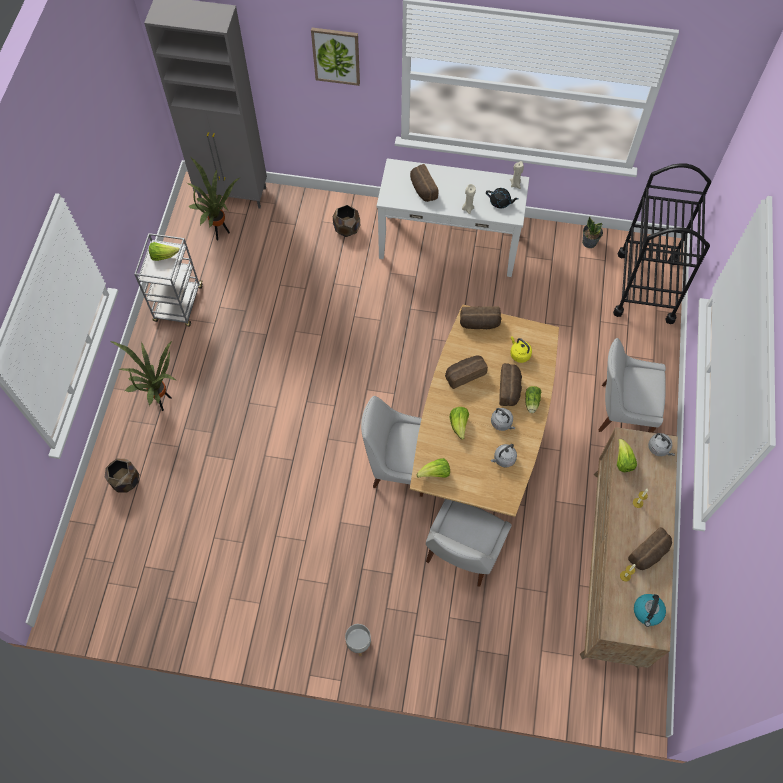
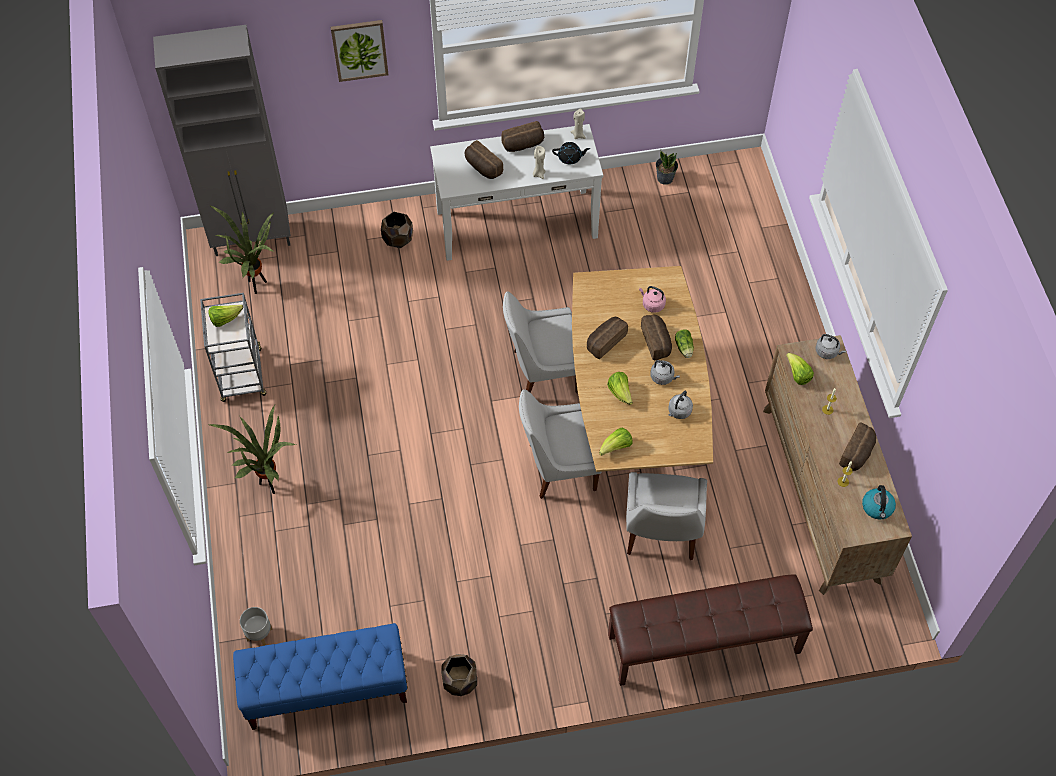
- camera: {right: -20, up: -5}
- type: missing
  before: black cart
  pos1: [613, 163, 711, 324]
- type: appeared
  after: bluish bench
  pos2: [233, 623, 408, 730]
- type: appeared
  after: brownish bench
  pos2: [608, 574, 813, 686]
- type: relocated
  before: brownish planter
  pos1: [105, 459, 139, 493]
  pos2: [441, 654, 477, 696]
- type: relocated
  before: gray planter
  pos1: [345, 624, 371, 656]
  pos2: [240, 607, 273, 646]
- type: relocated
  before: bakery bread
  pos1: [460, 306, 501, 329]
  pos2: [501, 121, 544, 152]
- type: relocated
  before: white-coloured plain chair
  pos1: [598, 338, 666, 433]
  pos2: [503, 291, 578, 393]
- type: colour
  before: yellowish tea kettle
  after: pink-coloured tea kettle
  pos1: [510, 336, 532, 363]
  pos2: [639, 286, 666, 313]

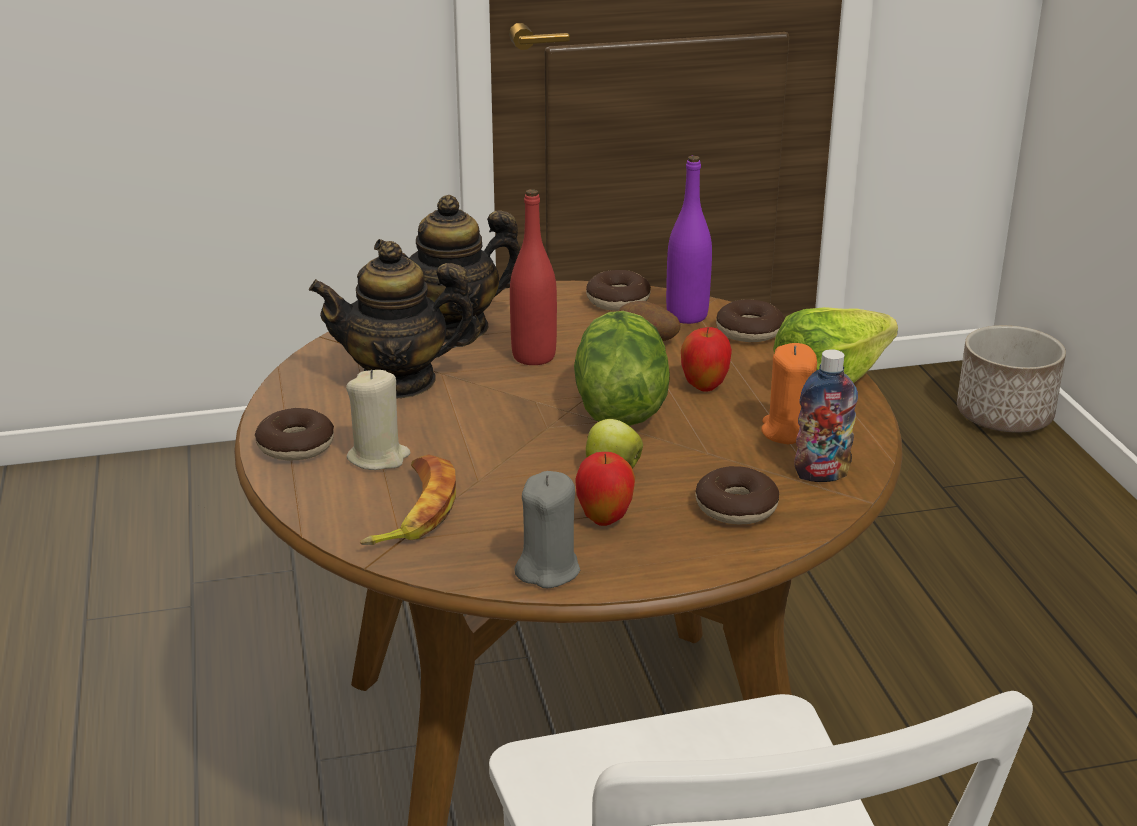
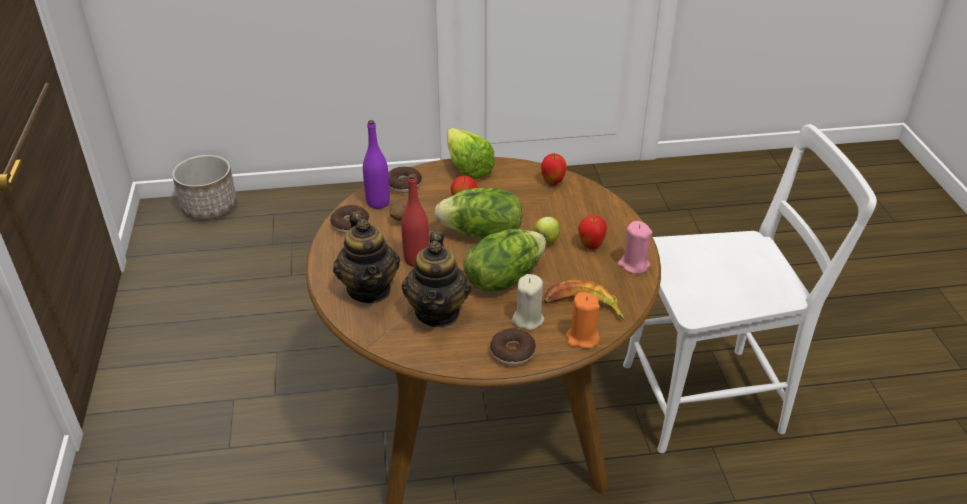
- camera: {right: -85, up: 10}
- type: missing
  before: donut
  pos1: [695, 466, 779, 525]
- type: appeared
  after: lettuce head
  pos2: [463, 229, 546, 292]
- type: relocated
  before: orange-coloured candle
  pos1: [762, 343, 817, 444]
  pos2: [566, 292, 600, 349]
- type: exchanged
  before: drink bottle
  after: apple fruit
  pos1: [794, 349, 858, 482]
  pos2: [541, 154, 567, 185]
- type: colour
  before: gray candle
  after: pink-coloured candle
  pos1: [514, 471, 580, 589]
  pos2: [617, 221, 653, 274]

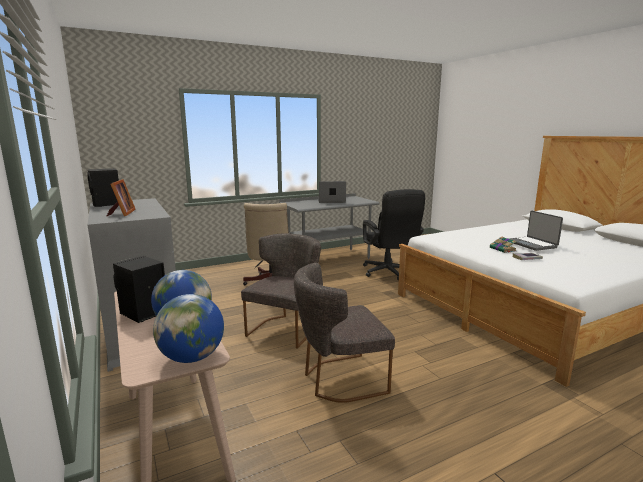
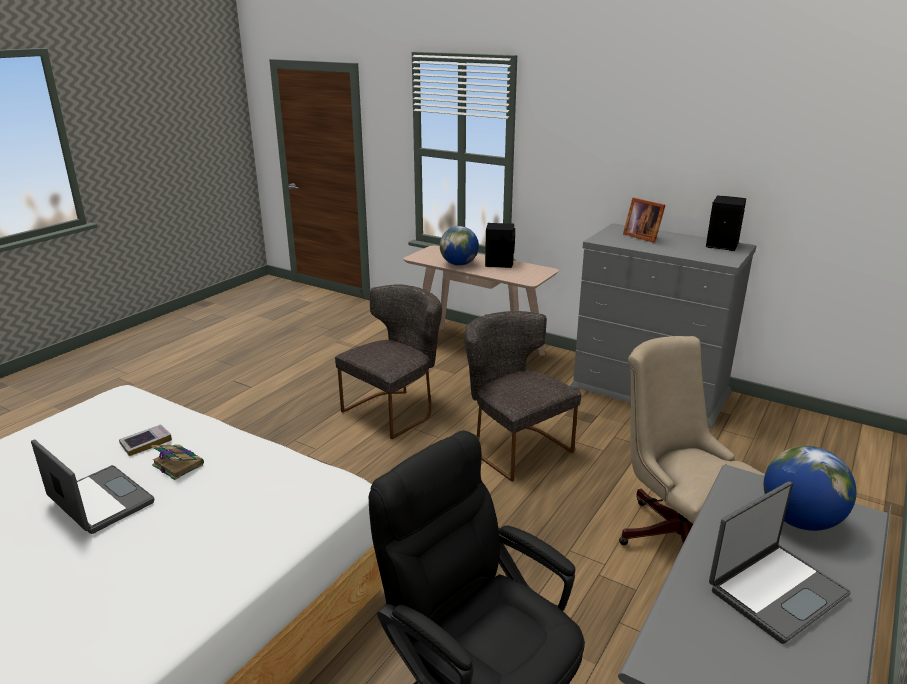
- camera: {right: 150, up: 10}
- type: relocated
  before: desk globe
  pos1: [153, 294, 224, 363]
  pos2: [764, 446, 856, 531]
- type: spun
  before: gray plain chair
  pos1: [241, 234, 321, 349]
  pos2: [464, 311, 582, 482]
  turn: 150

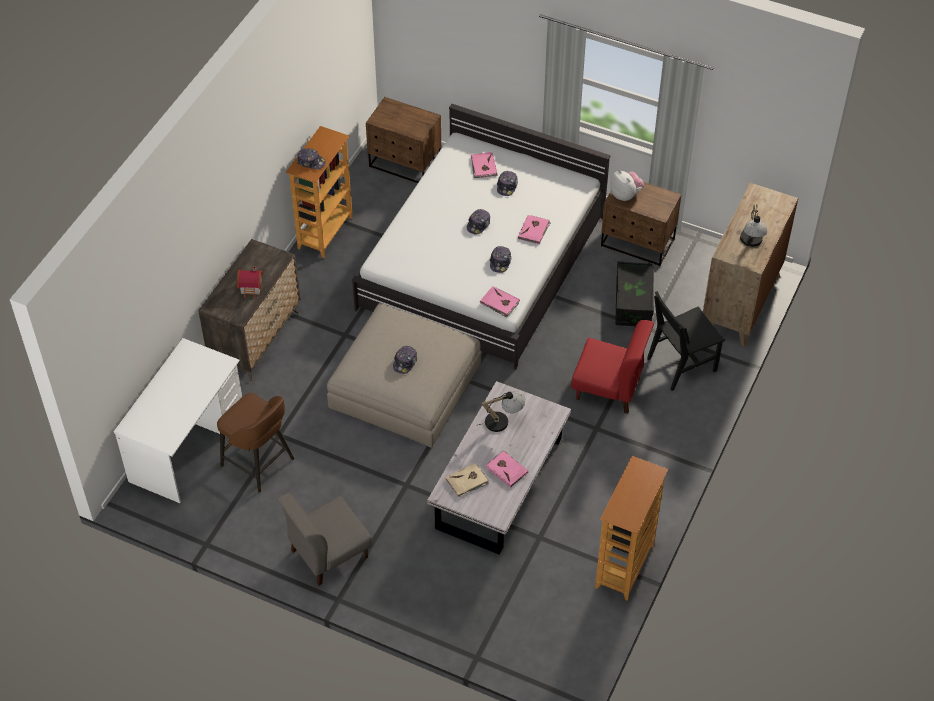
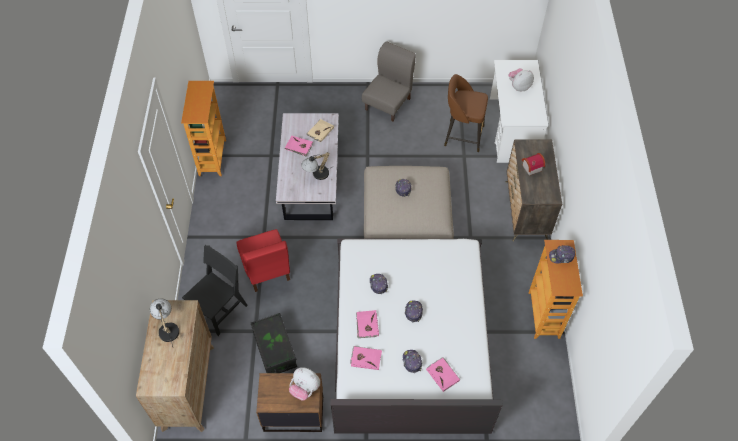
- camera: {right: 155, up: 5}
- type: missing
  before: brownish bedside table
  pos1: [366, 97, 441, 183]
- type: appeared
  after: cuddly toy
  pos2: [508, 68, 534, 91]
- type: relocated
  before: pink-coloured book
  pos1: [480, 286, 520, 317]
  pos2: [350, 346, 382, 370]
- type: spun
  before: red plain chair
  pos1: [571, 320, 654, 414]
  pos2: [236, 229, 290, 292]
  turn: -105

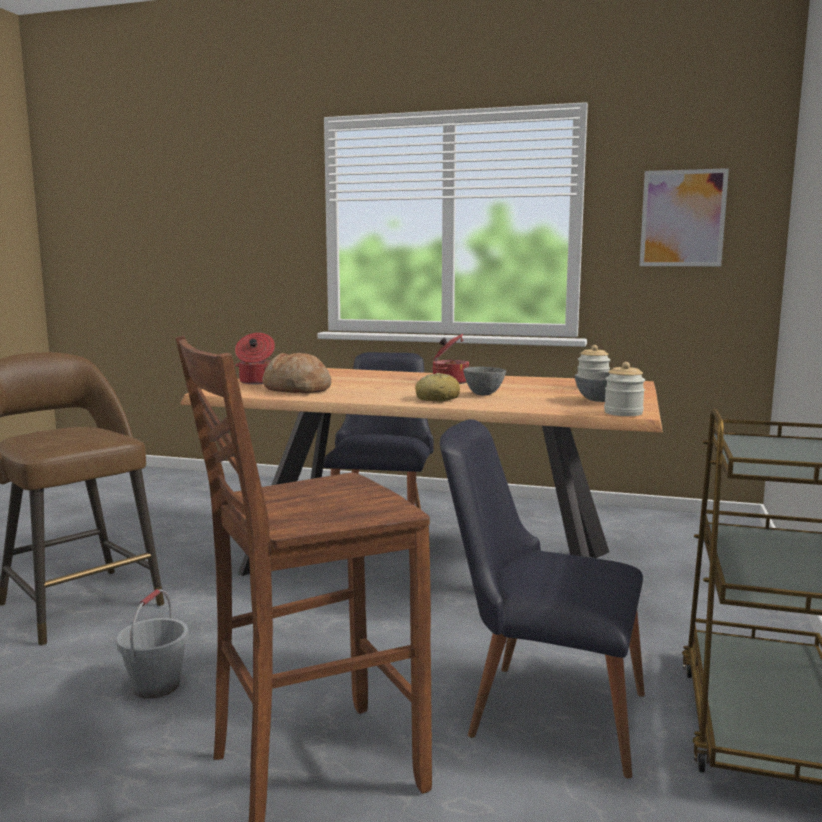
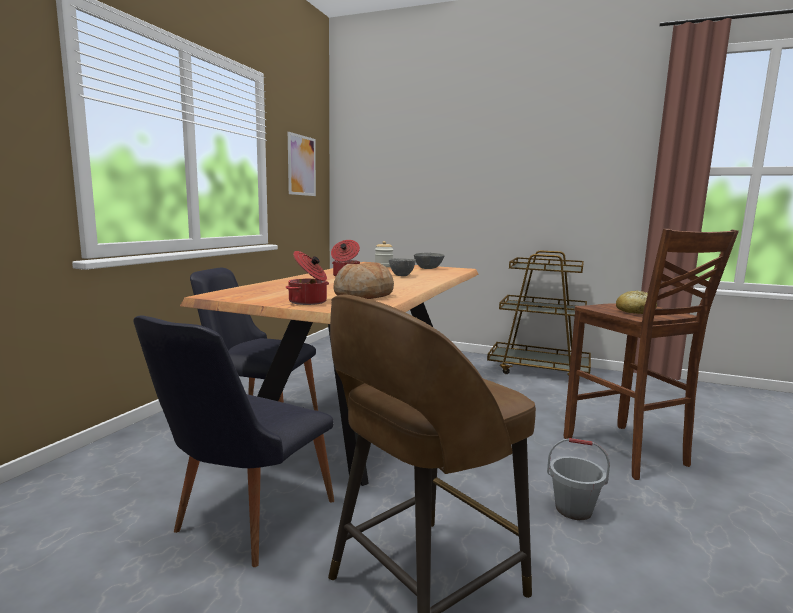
- camera: {right: -85, up: 0}
- type: missing
  before: storage jar
  pos1: [604, 362, 645, 416]
- type: relocated
  before: bakery bread
  pos1: [415, 373, 460, 402]
  pos2: [616, 290, 657, 314]
- type: relocated
  before: black plain chair
  pos1: [440, 419, 645, 779]
  pos2: [133, 315, 334, 567]

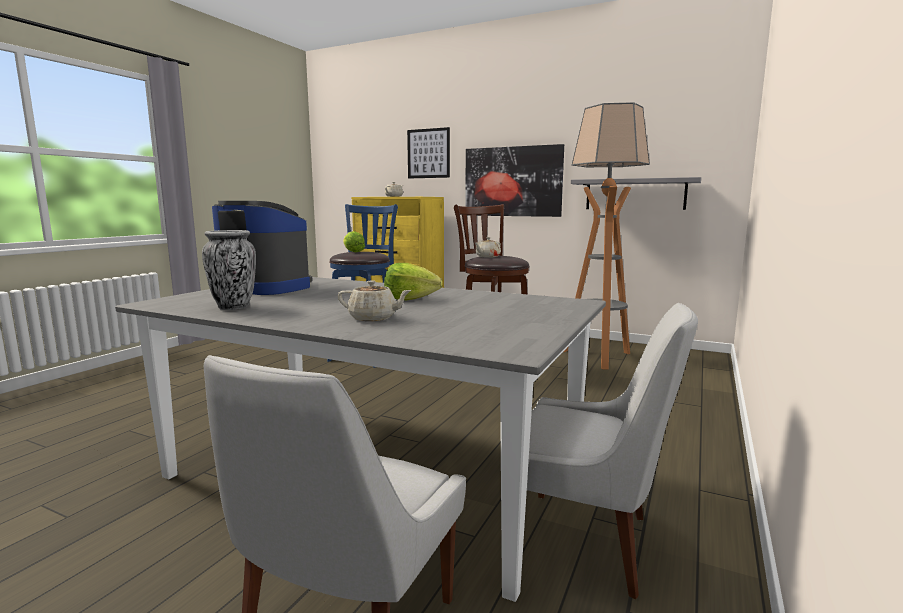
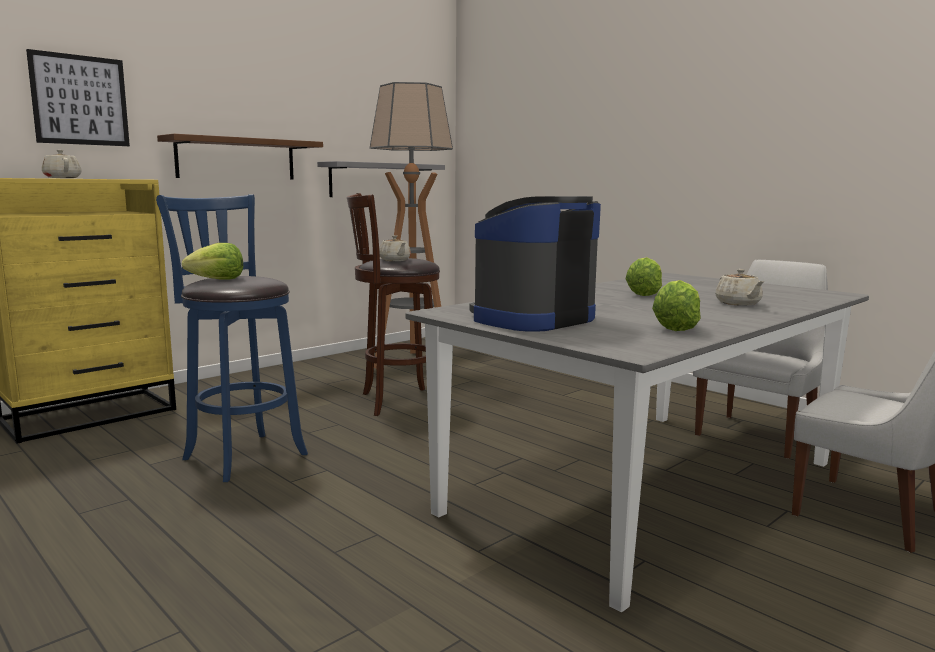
- camera: {right: -70, up: 0}
- type: exchanged
  before: flower vase
  after: lettuce head
  pos1: [202, 230, 256, 310]
  pos2: [652, 280, 701, 331]
- type: exchanged
  before: wall art
  after: brownish shelf
  pos1: [465, 144, 564, 217]
  pos2: [157, 134, 323, 179]
- type: spun
  before: sand-coloured tea pot
  pos1: [338, 281, 412, 321]
  pos2: [715, 269, 764, 306]
  turn: 135

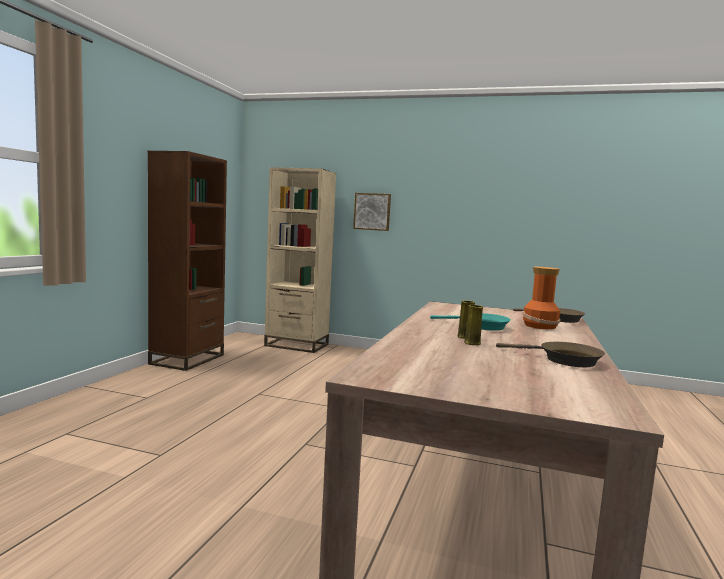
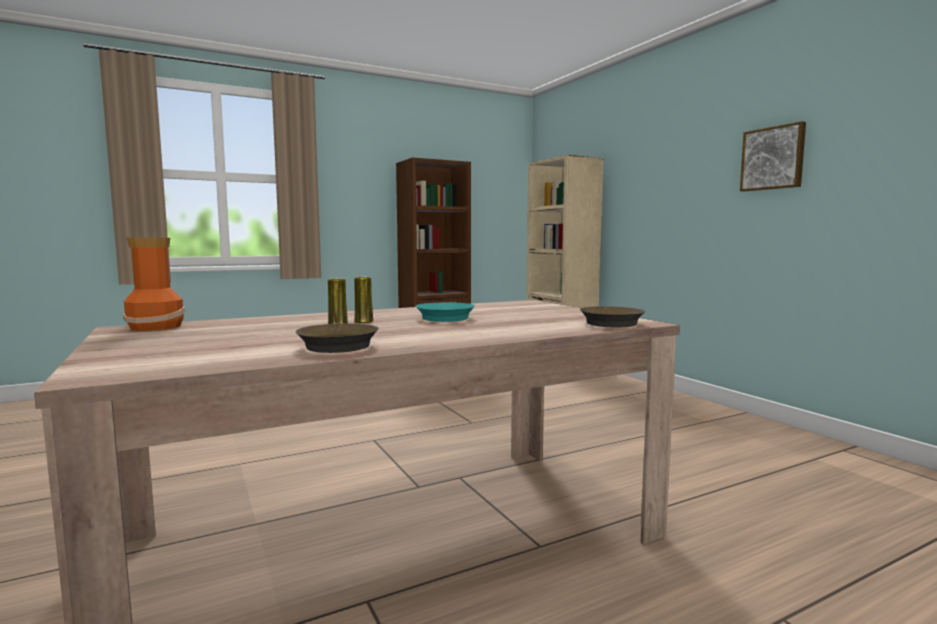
- camera: {right: 45, up: 0}
- type: relocated
  before: wall art
  pos1: [353, 193, 391, 231]
  pos2: [740, 121, 806, 192]
- type: relocated
  before: flower vase
  pos1: [522, 267, 560, 329]
  pos2: [123, 238, 186, 331]

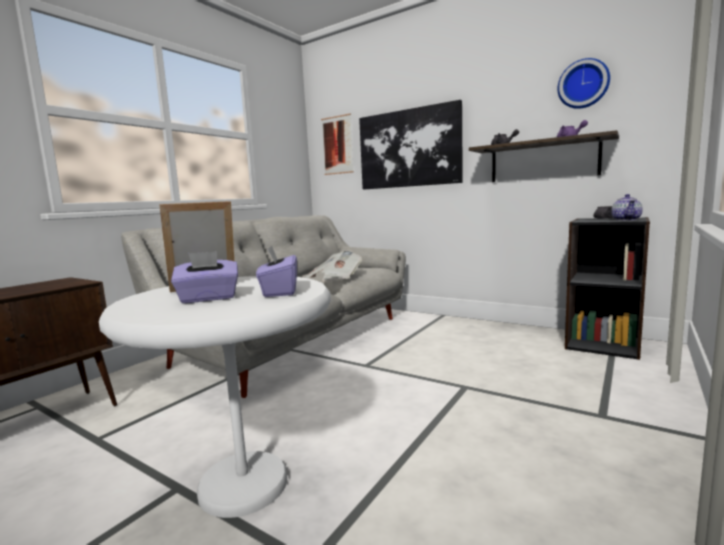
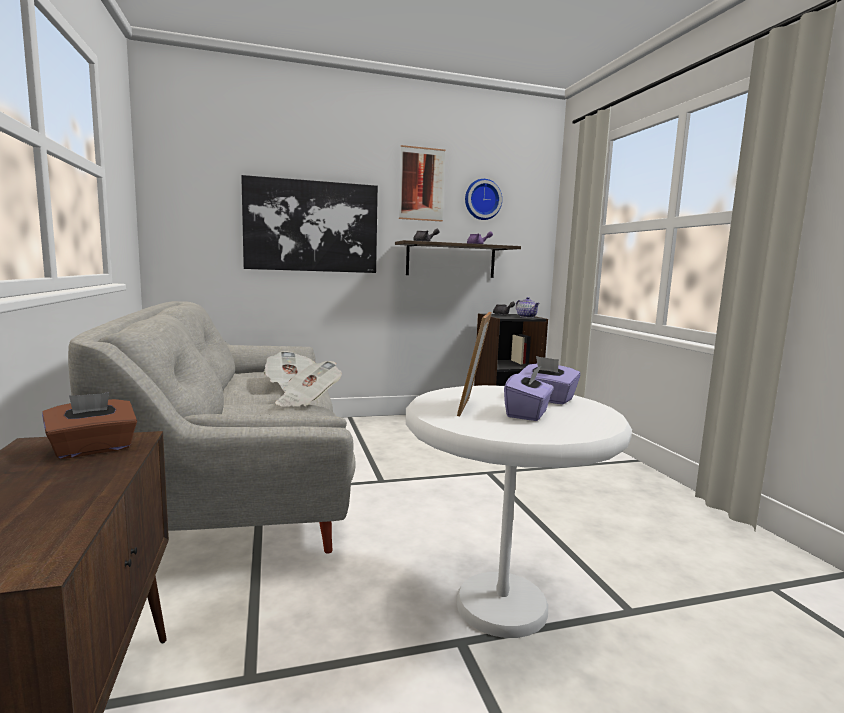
- camera: {right: -50, up: 0}
- type: appeared
  after: brownish tissue holder
  pos2: [42, 392, 137, 459]
- type: relocated
  before: wall art
  pos1: [321, 114, 354, 175]
  pos2: [399, 145, 445, 222]

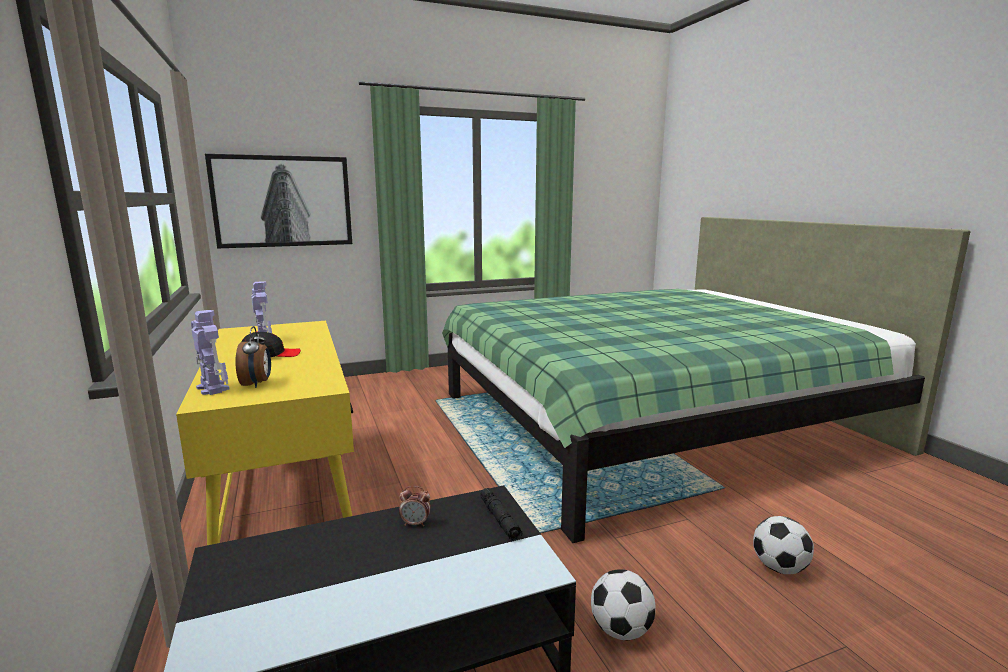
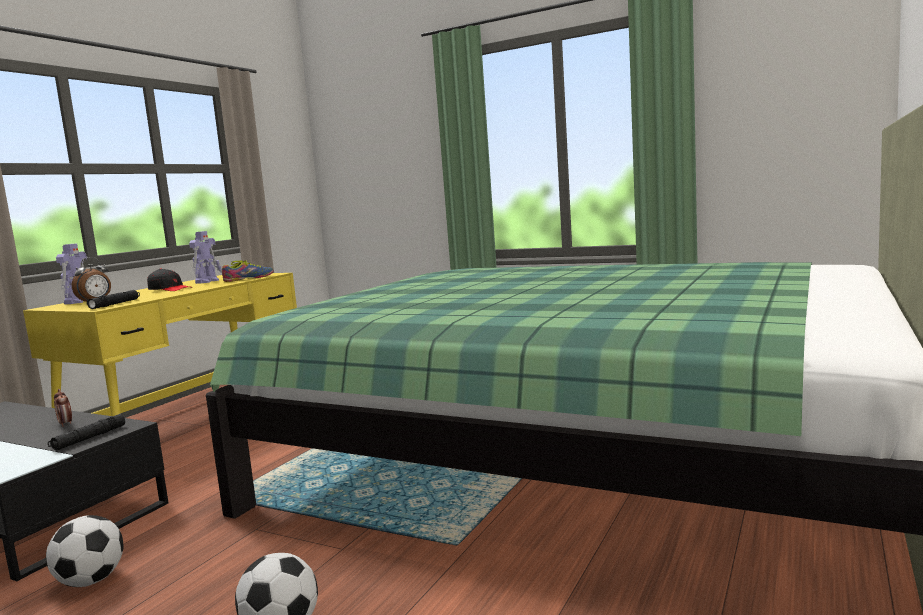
- camera: {right: 50, up: -5}
- type: missing
  before: wall art
  pos1: [205, 154, 352, 248]
- type: appeared
  after: black flashlight
  pos2: [87, 290, 140, 309]
- type: appeared
  after: low shoe
  pos2: [222, 260, 274, 282]

